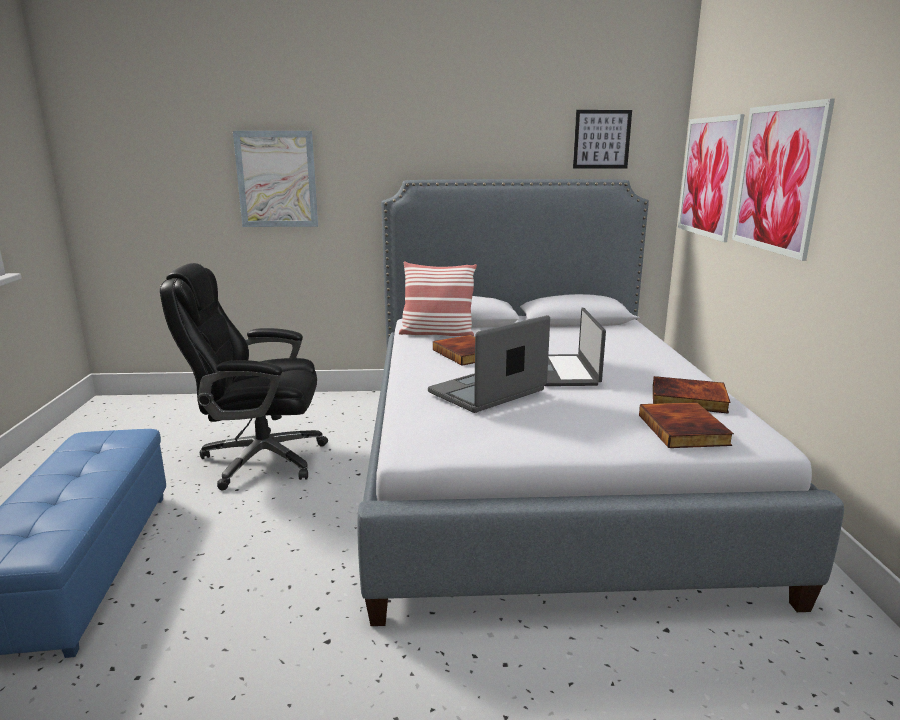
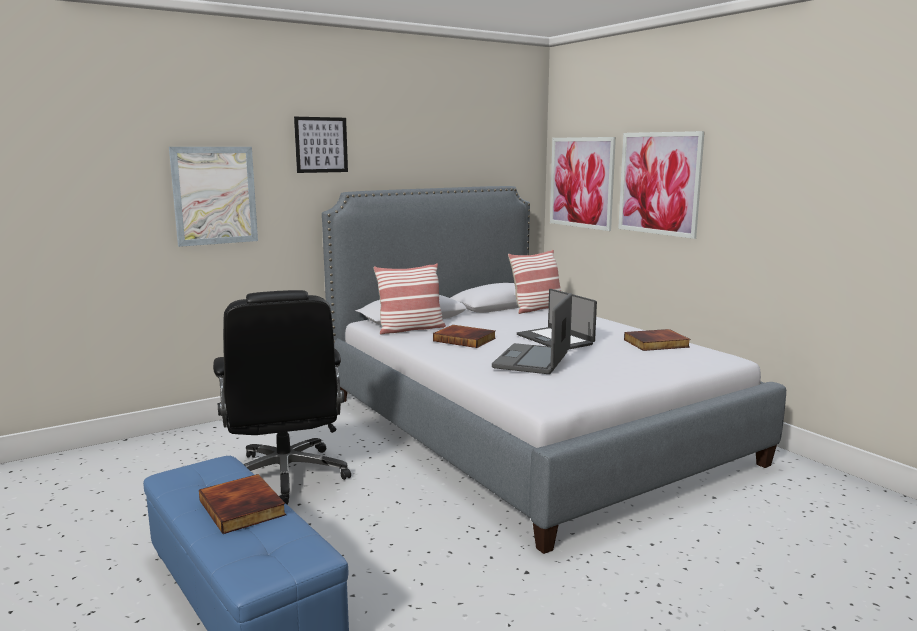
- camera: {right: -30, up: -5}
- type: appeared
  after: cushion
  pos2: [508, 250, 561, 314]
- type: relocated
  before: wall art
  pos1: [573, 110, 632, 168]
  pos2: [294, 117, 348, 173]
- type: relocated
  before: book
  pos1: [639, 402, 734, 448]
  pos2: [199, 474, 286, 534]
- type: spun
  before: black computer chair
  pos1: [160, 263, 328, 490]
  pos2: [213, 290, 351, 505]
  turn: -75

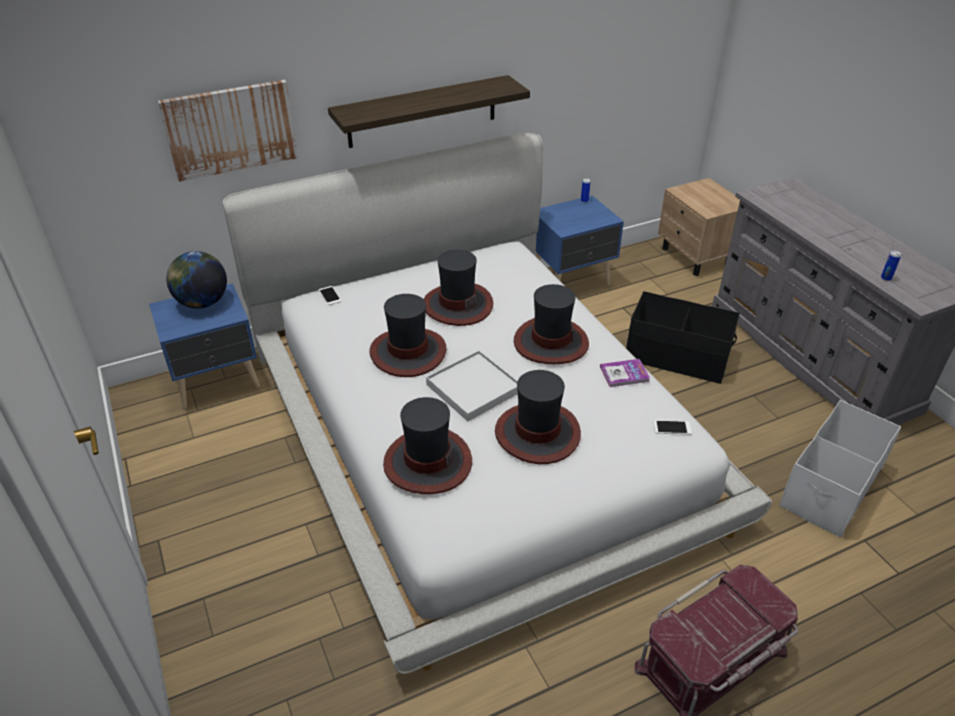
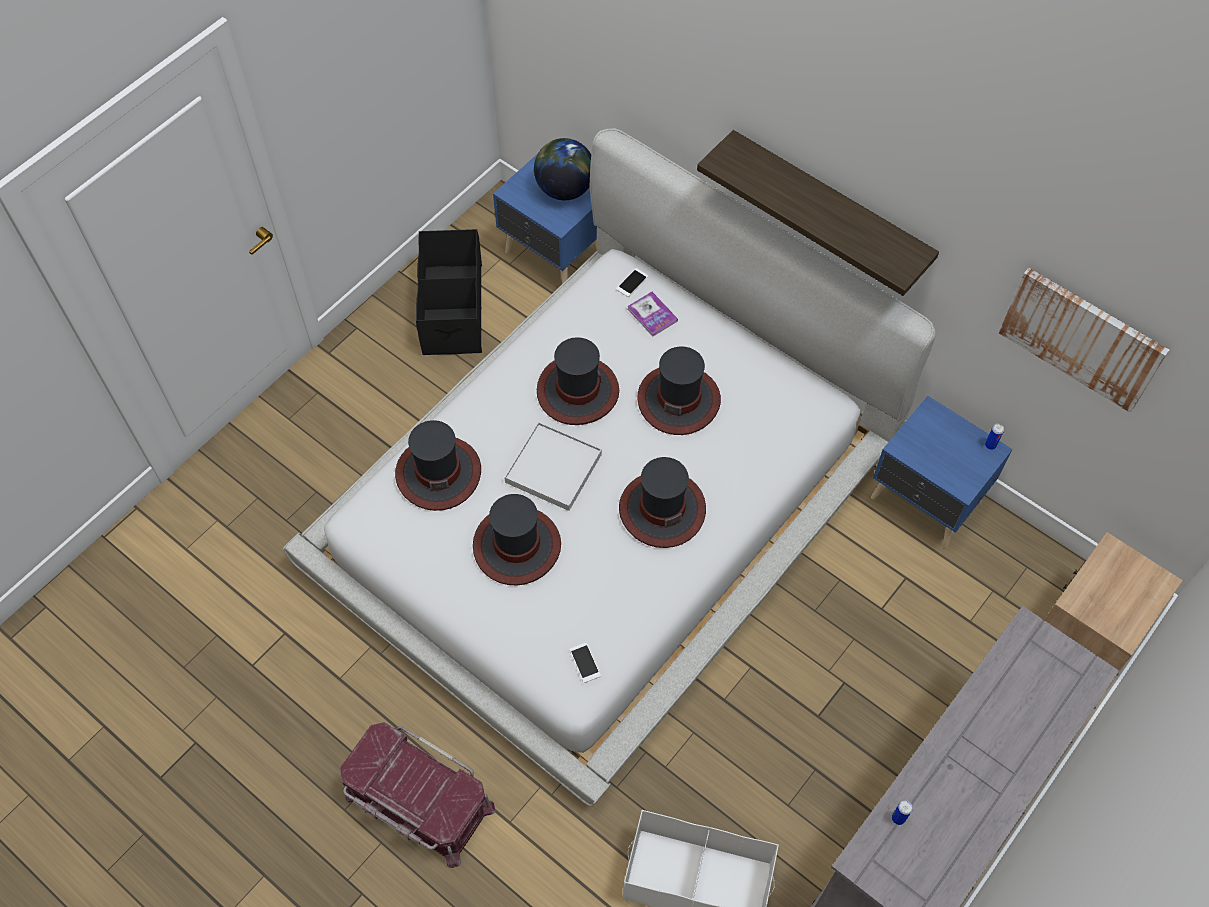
- camera: {right: 65, up: 20}
- type: relocated
  before: wall art
  pos1: [158, 80, 298, 182]
  pos2: [999, 268, 1169, 412]
- type: relocated
  before: book
  pos1: [600, 359, 650, 387]
  pos2: [627, 292, 678, 337]
- type: relocated
  before: black storage box
  pos1: [626, 291, 740, 384]
  pos2: [416, 229, 482, 355]

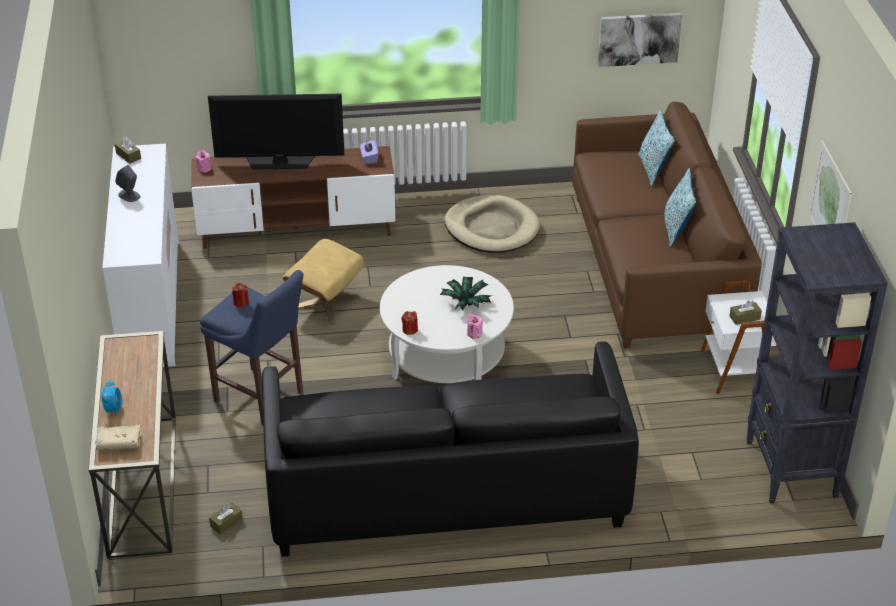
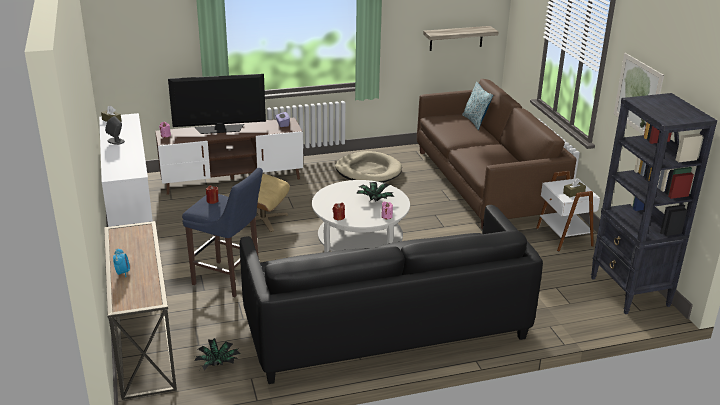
- camera: {right: -10, up: -10}
- type: missing
  before: sand-coloured book
  pos1: [95, 425, 142, 450]
- type: missing
  before: cushion
  pos1: [665, 168, 696, 247]
- type: exchanged
  before: brownish tissue holder
  after: potted plant
  pos1: [209, 503, 243, 534]
  pos2: [195, 338, 240, 370]
- type: exchanged
  before: wall art
  after: shelf
  pos1: [598, 13, 682, 67]
  pos2: [423, 26, 498, 51]

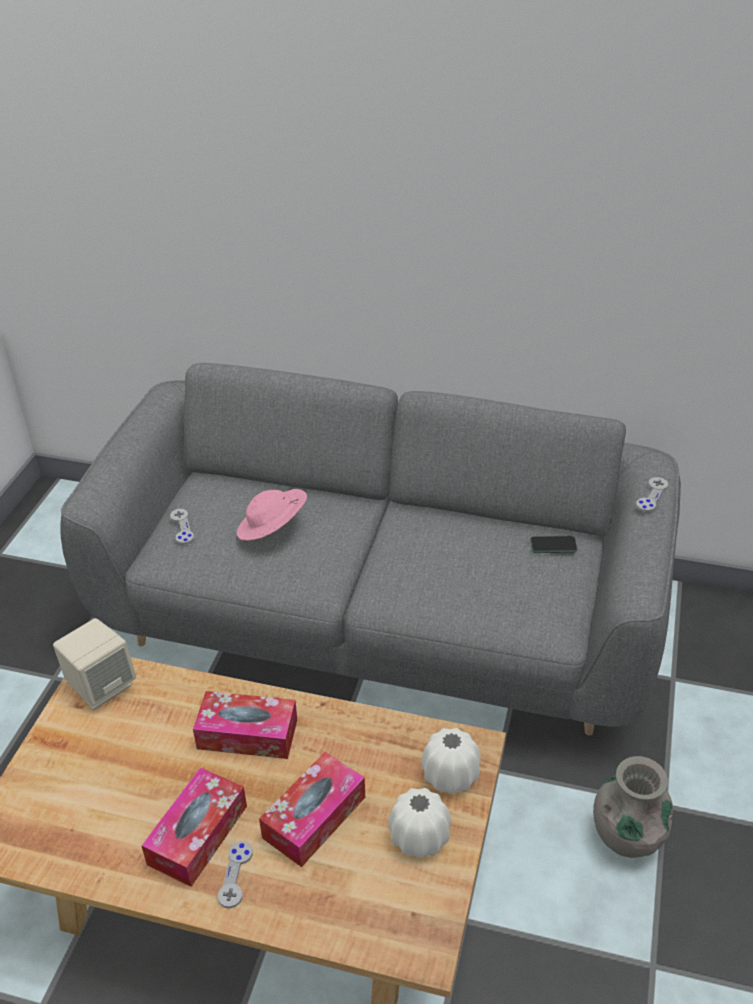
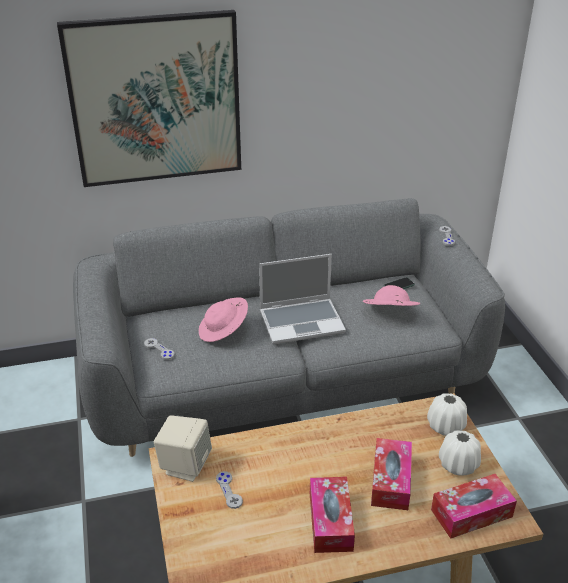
- camera: {right: -30, up: -5}
- type: missing
  before: gray flower vase
  pos1: [593, 756, 673, 858]
- type: appeared
  after: wall art
  pos2: [57, 10, 241, 187]
- type: appeared
  after: notebook computer
  pos2: [259, 254, 346, 344]
- type: appeared
  after: pink-coloured hat
  pos2: [363, 285, 421, 306]
- type: relocated
  before: tissue holder
  pos1: [193, 691, 297, 759]
  pos2: [431, 474, 517, 539]
- type: relocated
  before: gray game controller
  pos1: [218, 841, 253, 908]
  pos2: [216, 471, 243, 509]

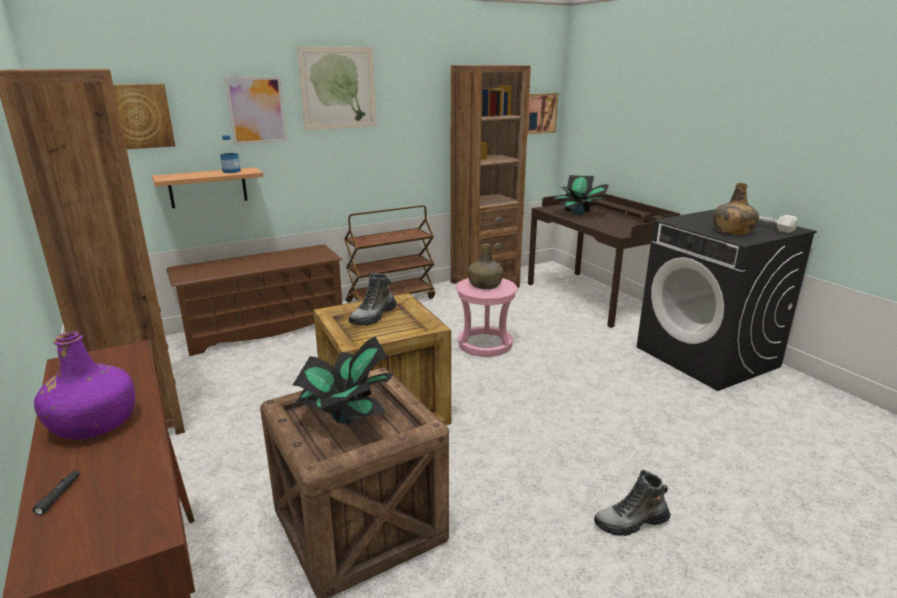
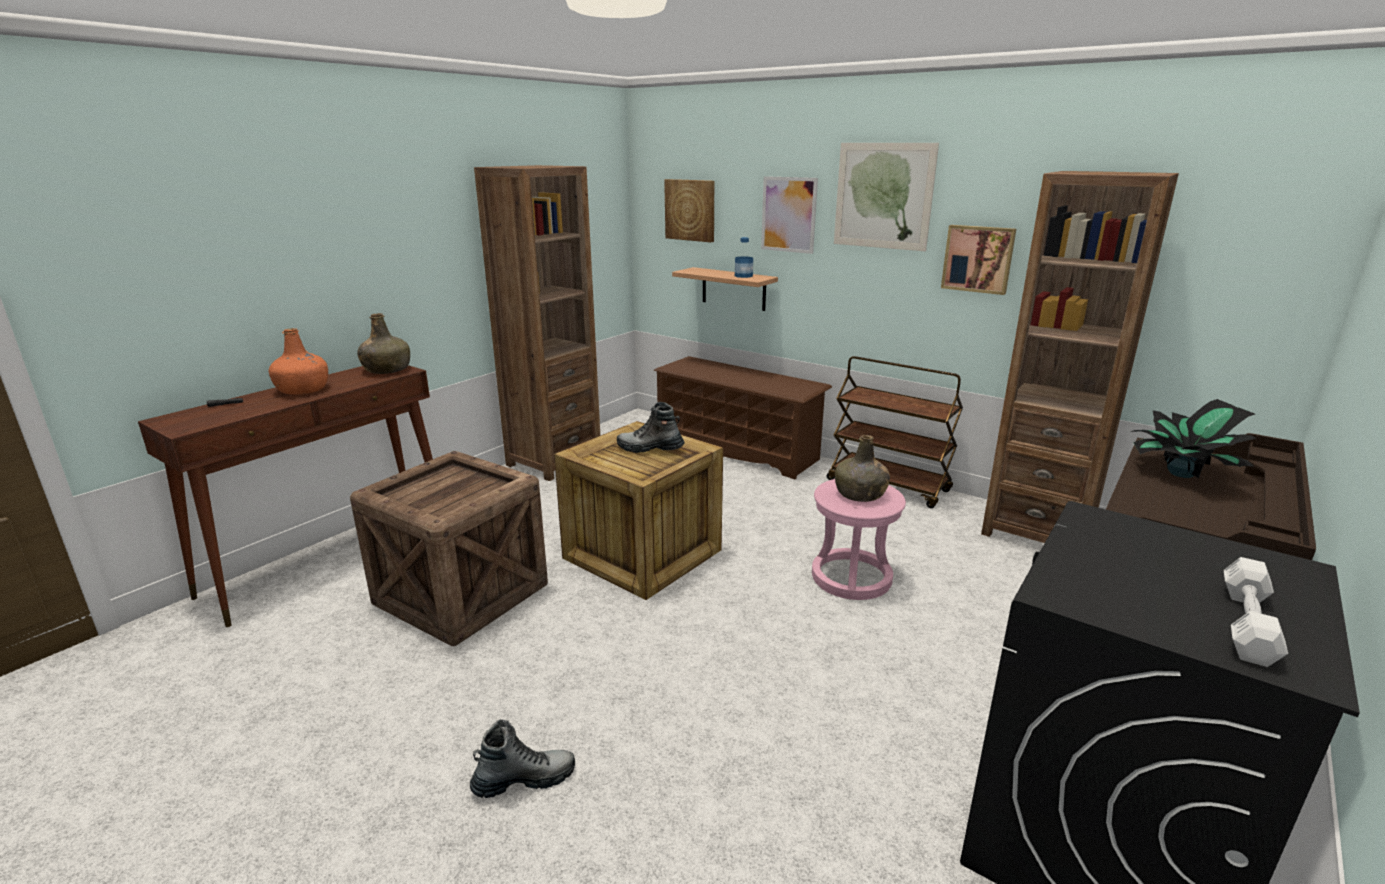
- camera: {right: 65, up: 0}
- type: missing
  before: potted plant
  pos1: [293, 337, 394, 425]
- type: relocated
  before: wall art
  pos1: [527, 93, 559, 134]
  pos2: [941, 225, 1016, 295]
- type: relocated
  before: green drink bottle
  pos1: [713, 183, 759, 235]
  pos2: [357, 313, 410, 374]
- type: colour
  before: purple-coloured drink bottle
  after: orange-coloured drink bottle
  pos1: [34, 331, 135, 440]
  pos2: [268, 328, 328, 395]
- type: spun
  before: boot
  pos1: [594, 470, 671, 536]
  pos2: [470, 719, 575, 798]
  turn: 105

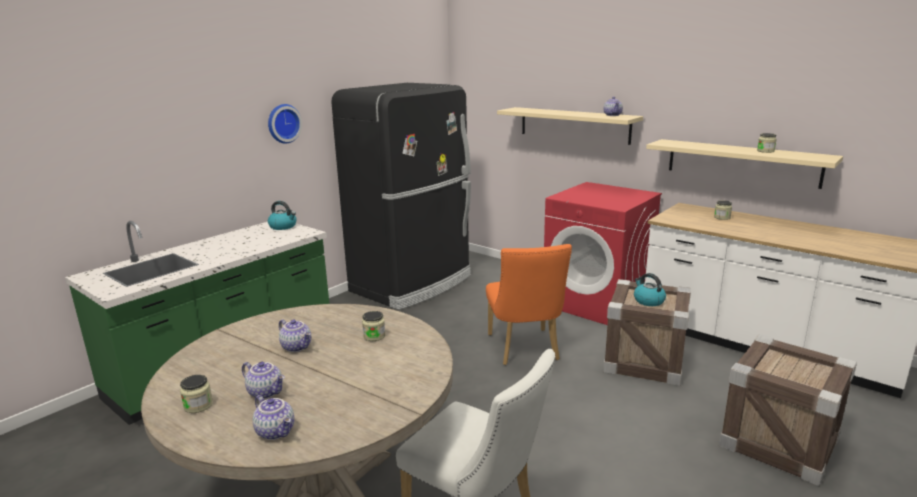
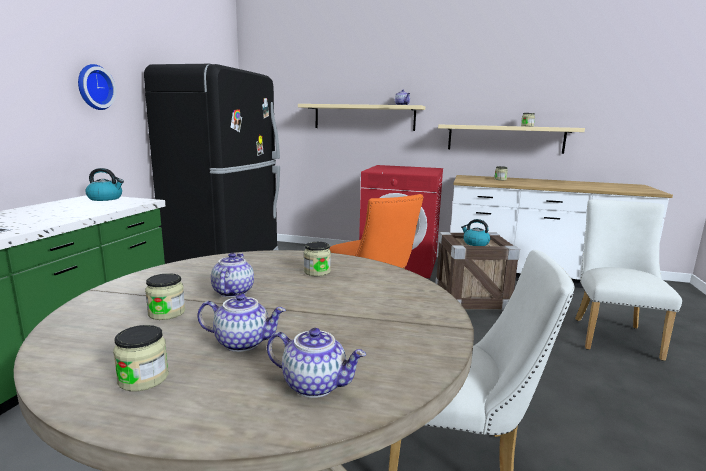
- camera: {right: -25, up: -5}
- type: appeared
  after: storage jar
  pos2: [145, 273, 185, 320]
- type: exchanged
  before: shipping crate
  after: white-coloured plain chair
  pos1: [719, 335, 857, 486]
  pos2: [575, 199, 682, 361]
- type: spun
  before: tea pot
  pos1: [279, 319, 311, 352]
  pos2: [211, 253, 254, 297]
  turn: -105

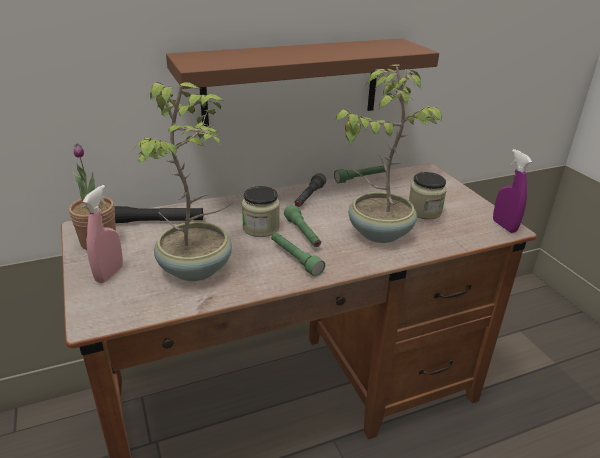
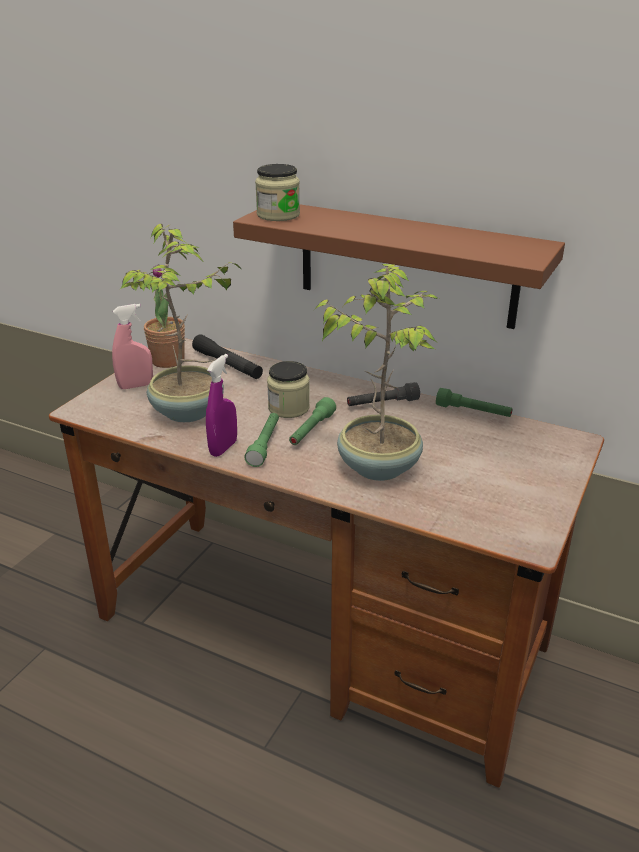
- camera: {right: 50, up: 0}
- type: relocated
  before: storage jar
  pos1: [409, 172, 447, 220]
  pos2: [255, 164, 300, 221]
- type: relocated
  before: purple-coloured sprayer
  pos1: [493, 149, 532, 233]
  pos2: [206, 354, 237, 457]

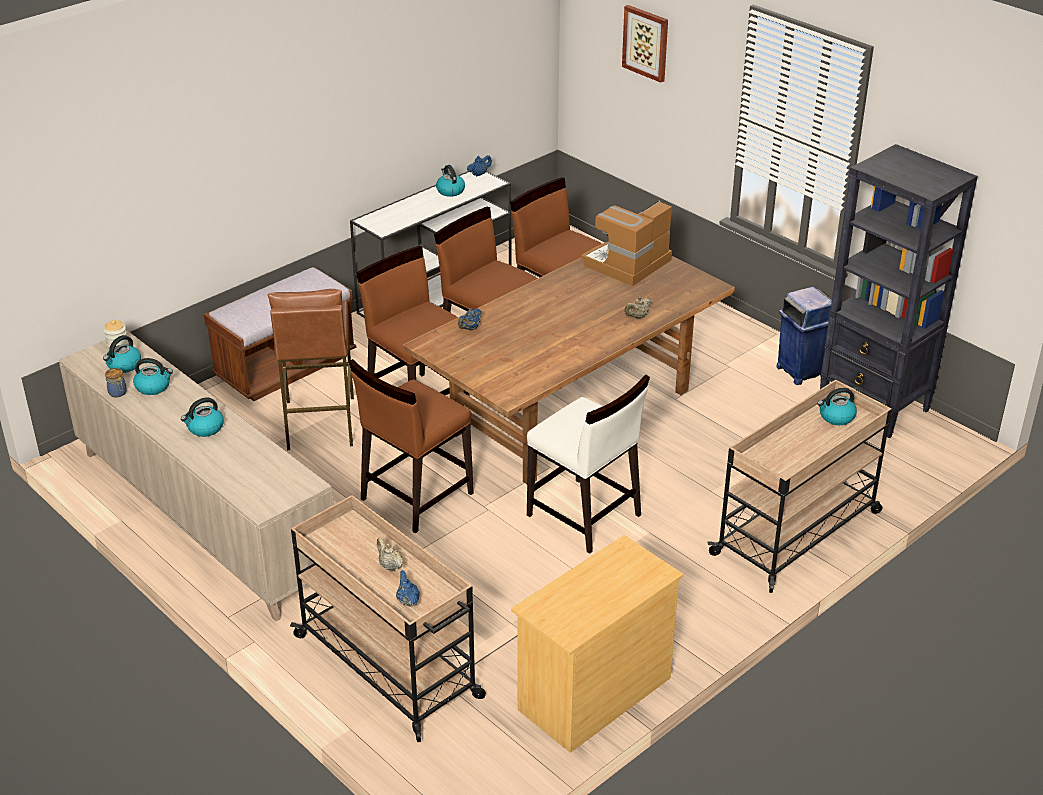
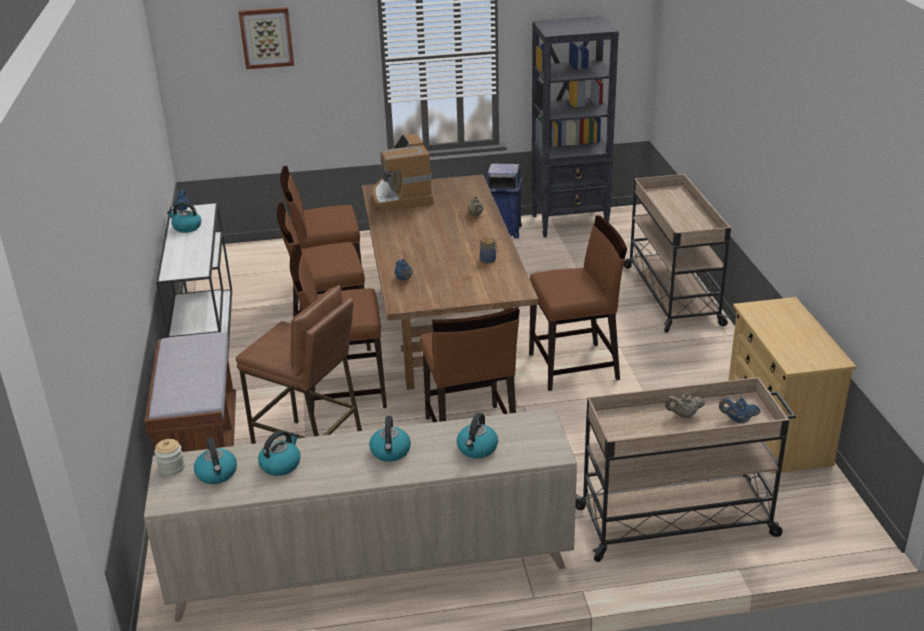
- camera: {right: -55, up: -5}
- type: relocated
  before: storage jar
  pos1: [105, 368, 127, 397]
  pos2: [480, 238, 498, 263]
- type: relocated
  before: tea kettle
  pos1: [817, 388, 857, 425]
  pos2: [457, 413, 498, 458]
- type: colour
  before: white-coloured plain chair
  after: brownish plain chair
  pos1: [527, 374, 650, 553]
  pos2: [529, 216, 627, 391]

